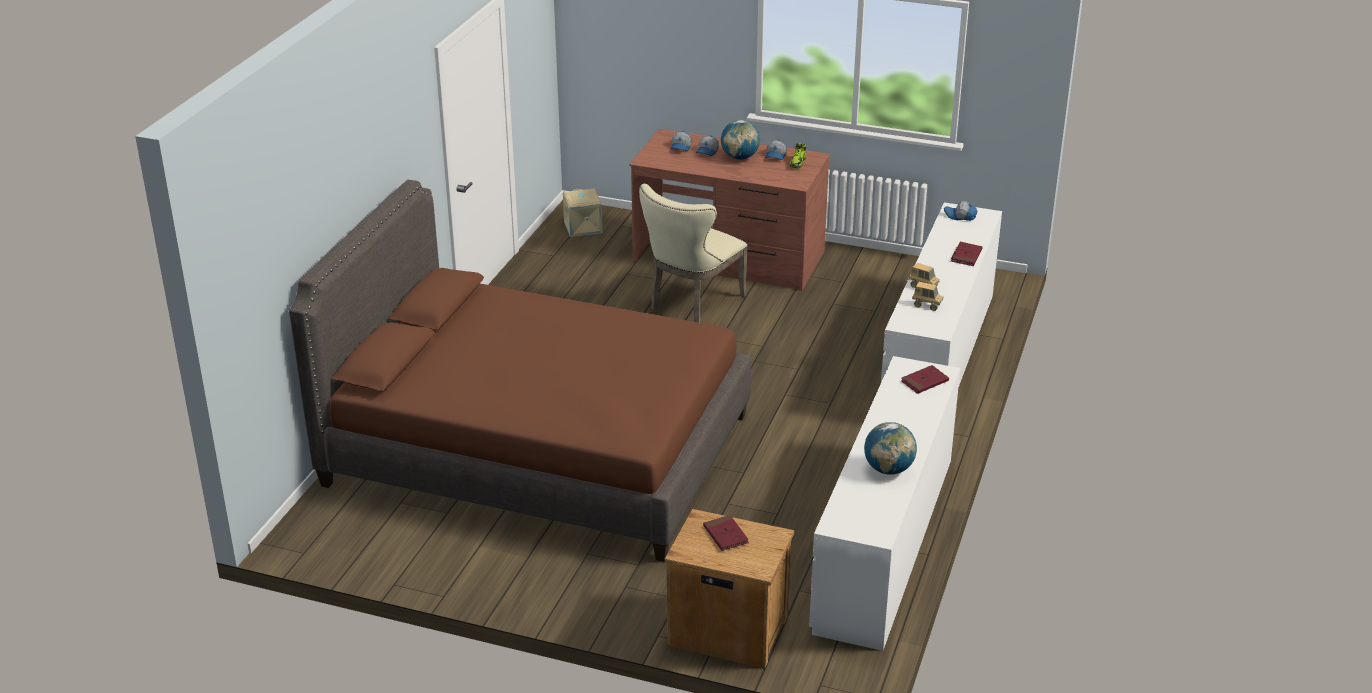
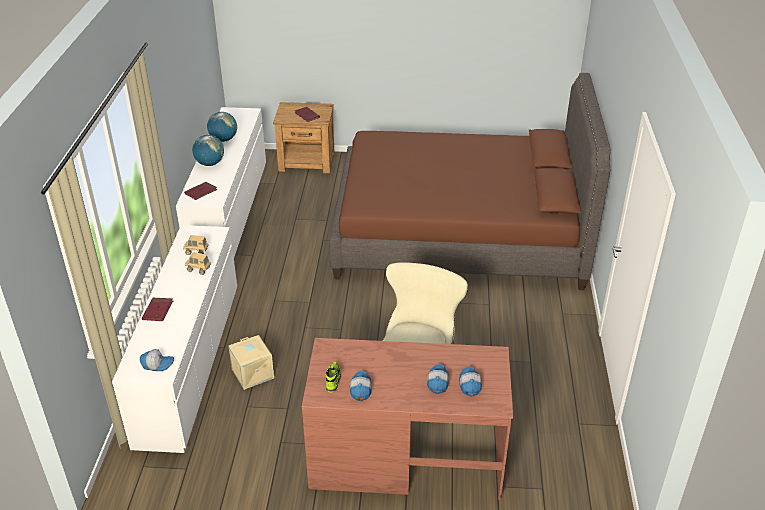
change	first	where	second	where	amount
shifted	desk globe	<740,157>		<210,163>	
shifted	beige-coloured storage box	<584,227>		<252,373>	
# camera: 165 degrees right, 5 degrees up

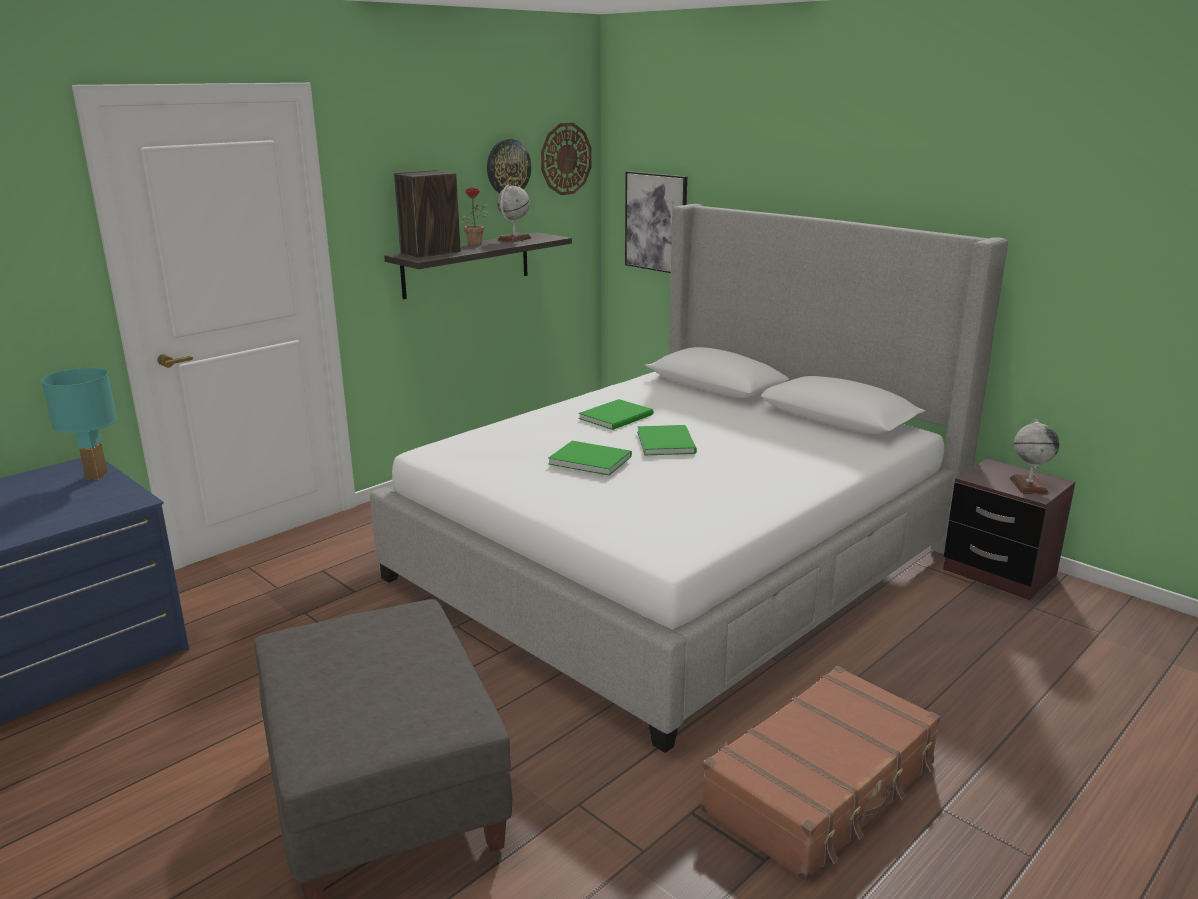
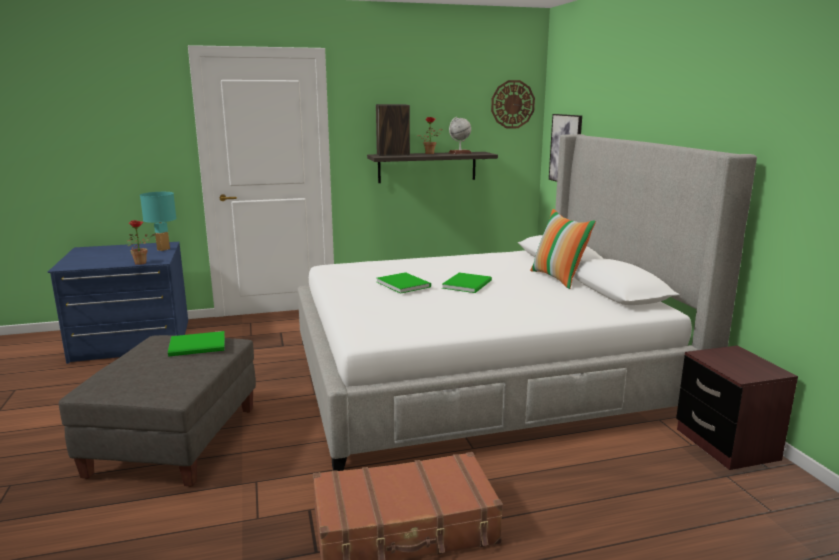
change	first	where	second	where	amount
gone	wall clock	<508,167>			
shifted	greenish bound book	<618,416>		<199,346>	
gone	desk globe	<1028,486>			
new			cushion	<558,278>	
new			houseplant	<143,262>	
# camera: 30 degrees right, 5 degrees down

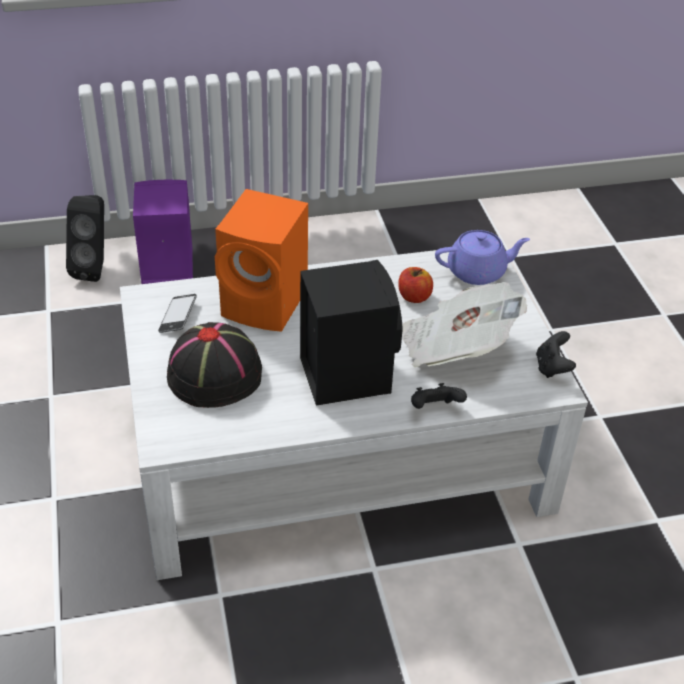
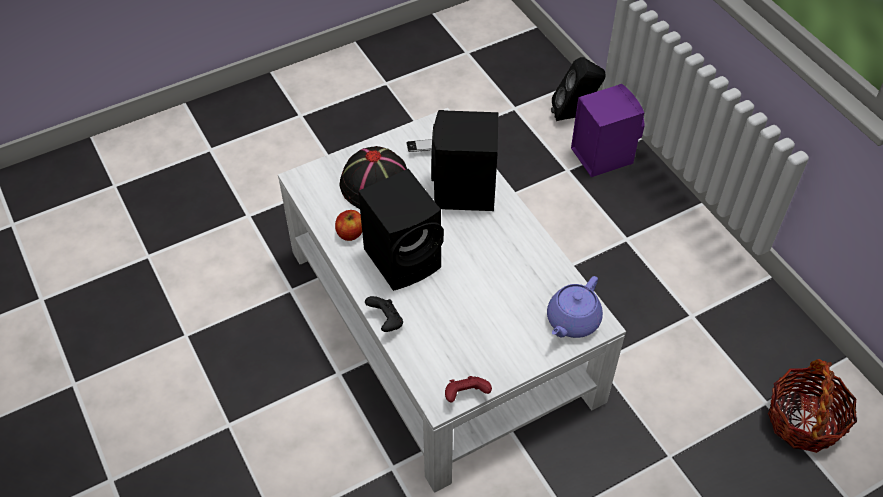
change	first	where	second	where	amount
repainted	orangey loudspeaker	<267,304>	blackish loudspeaker	<464,192>	
rotated	purple-coloured pot for tea	<478,272>		<572,321>	60 degrees clockwise
shifted	apple	<414,297>		<350,233>	
gone	newspaper	<455,347>			
repainted	blackish game controller	<552,367>	reddish game controller	<466,395>	
new			basket	<803,420>	
# camera: 75 degrees right, 10 degrees up

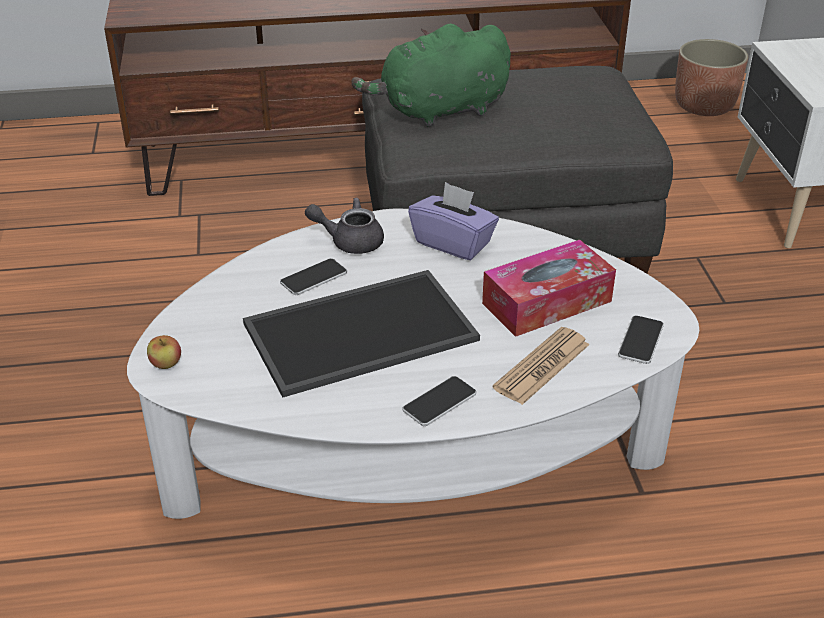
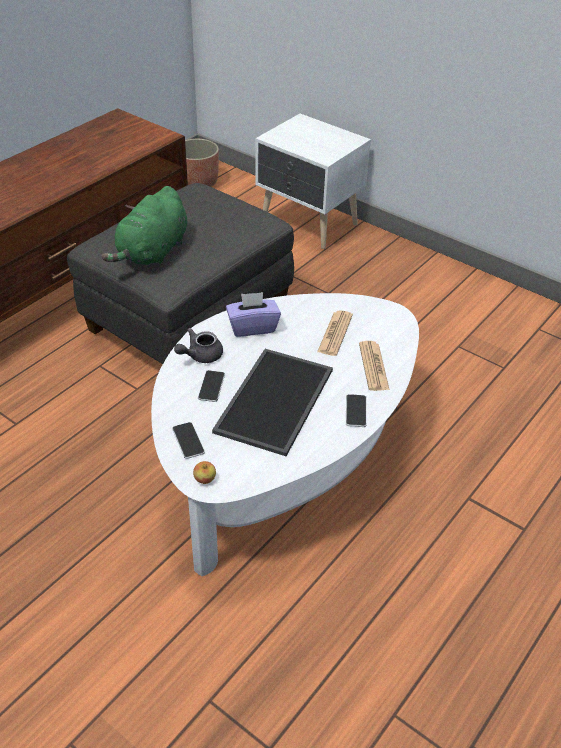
change	first	where	second	where	amount
swapped	tissue box	<547,302>	newspaper	<335,333>	
shifted	telephone	<640,341>		<188,441>	
# camera: 45 degrees left, 5 degrees up

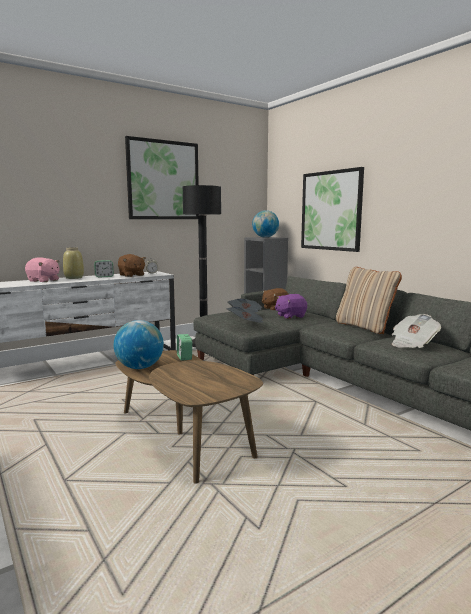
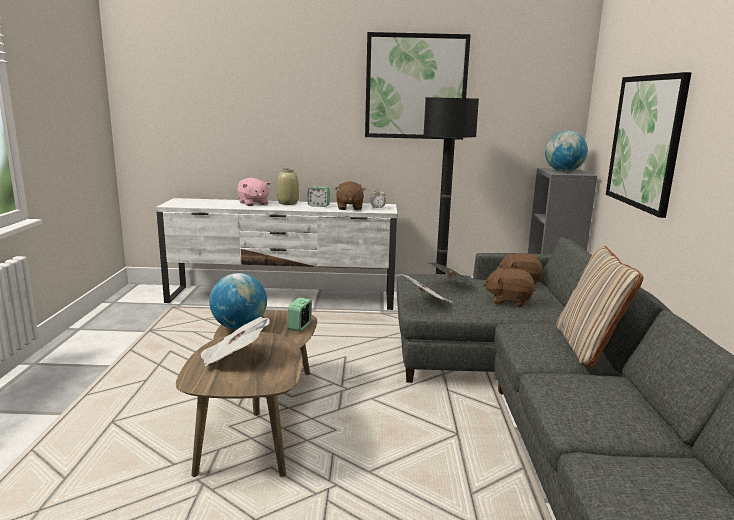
change	first	where	second	where	amount
repainted	purple-coloured soft toy	<290,316>	brownish soft toy	<508,301>	
shifted	newspaper	<412,343>		<233,358>	
# camera: 35 degrees right, 5 degrees up

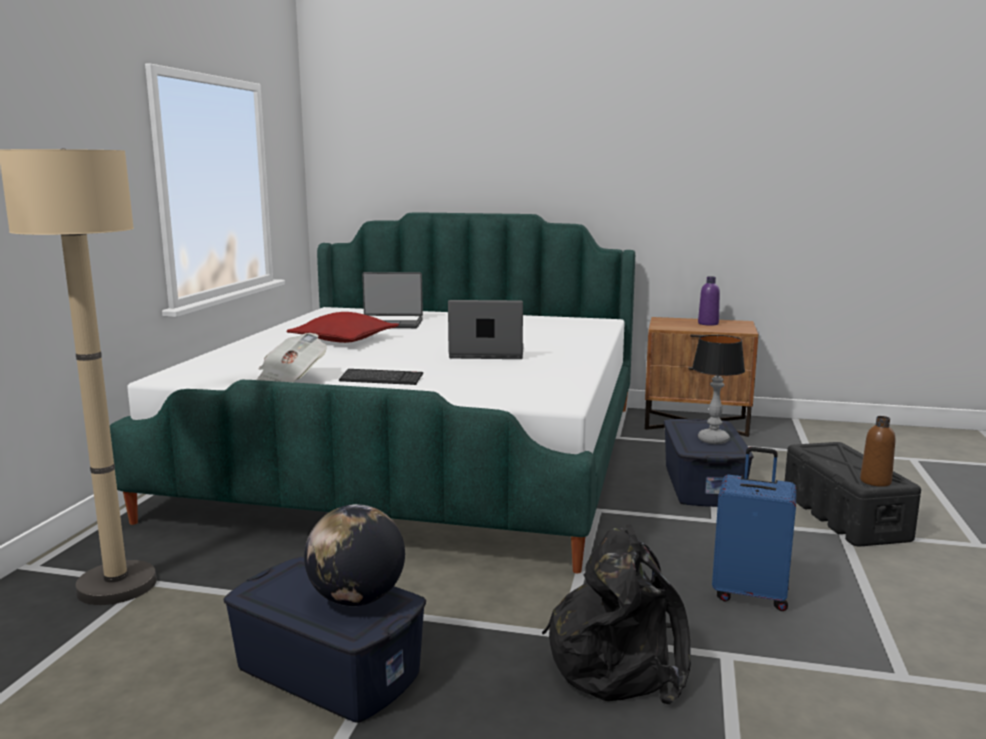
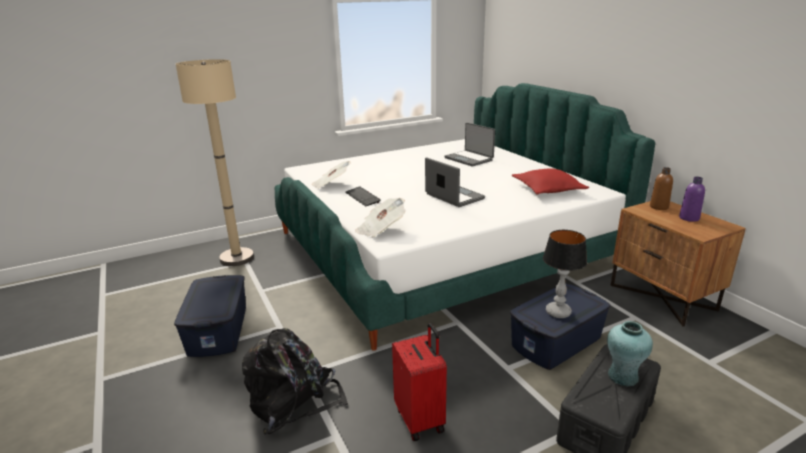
change	first	where	second	where	amount
shifted	reddish cushion	<344,340>		<548,189>	
shifted	brownish drink bottle	<875,481>		<659,207>	
repainted	blue suitcase	<750,594>	reddish suitcase	<421,419>	
gone	desk globe	<356,599>			
new			newspaper	<380,230>	
new			turquoise-coloured decorative vase	<622,376>	
# camera: 50 degrees right, 10 degrees up

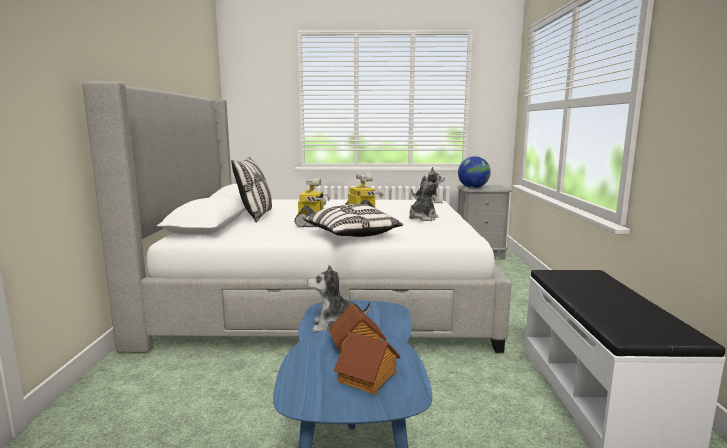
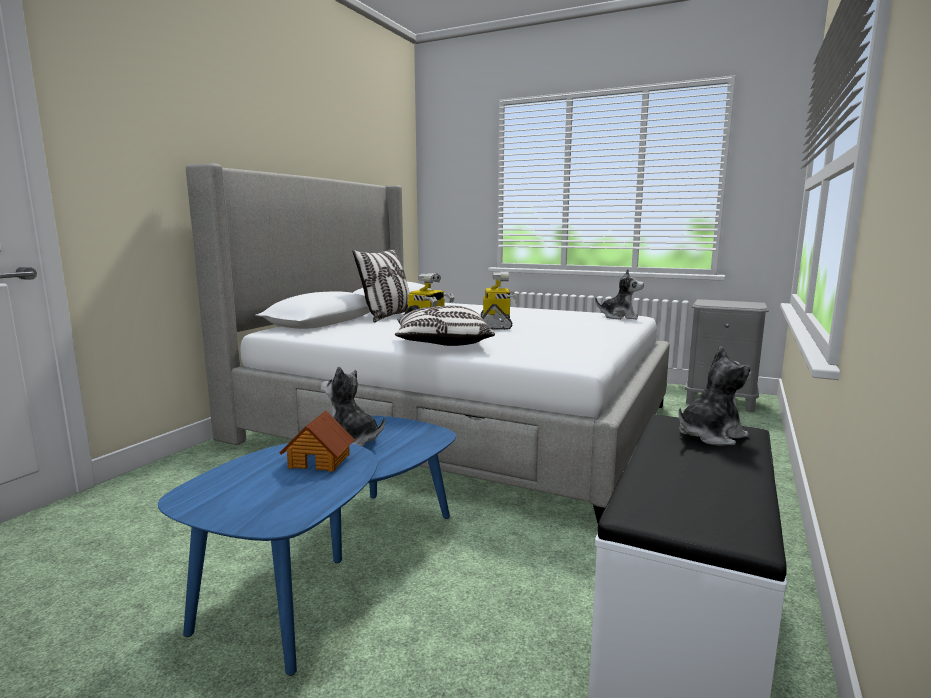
change	first	where	second	where	amount
gone	desk globe	<473,188>			
shifted	soft toy	<422,218>		<710,435>	
gone	toy house	<368,377>			
# camera: 25 degrees right, 0 degrees up

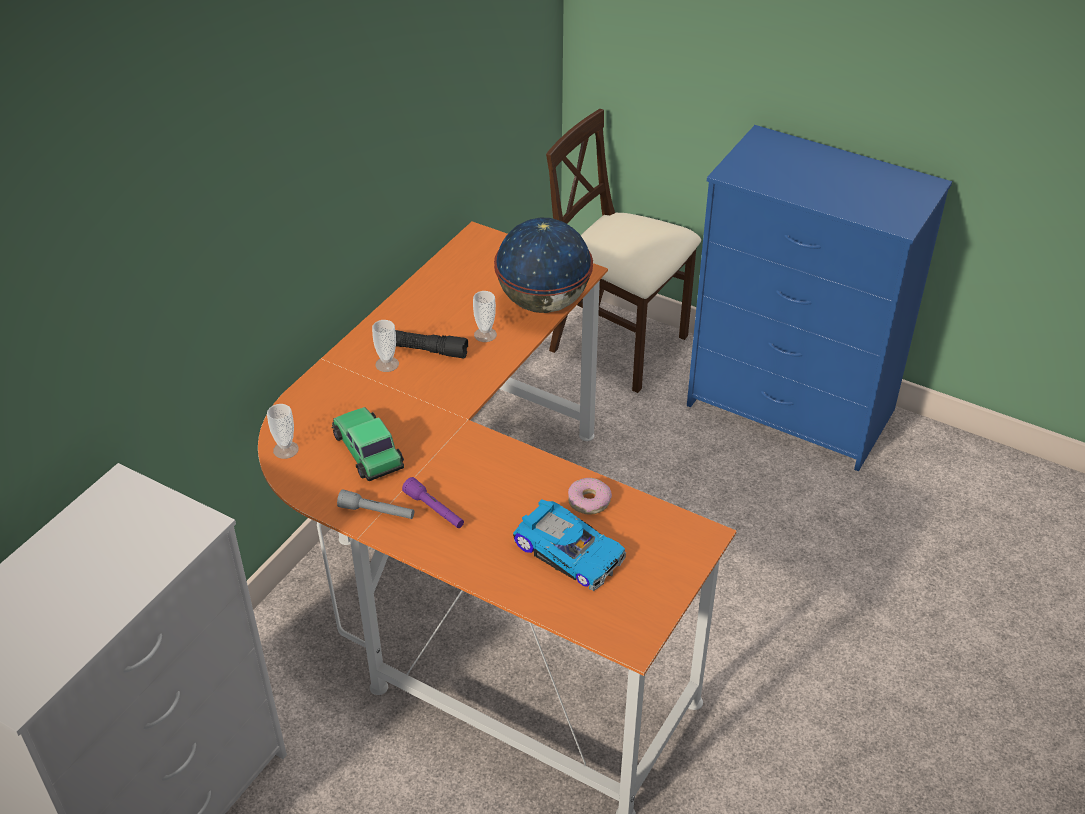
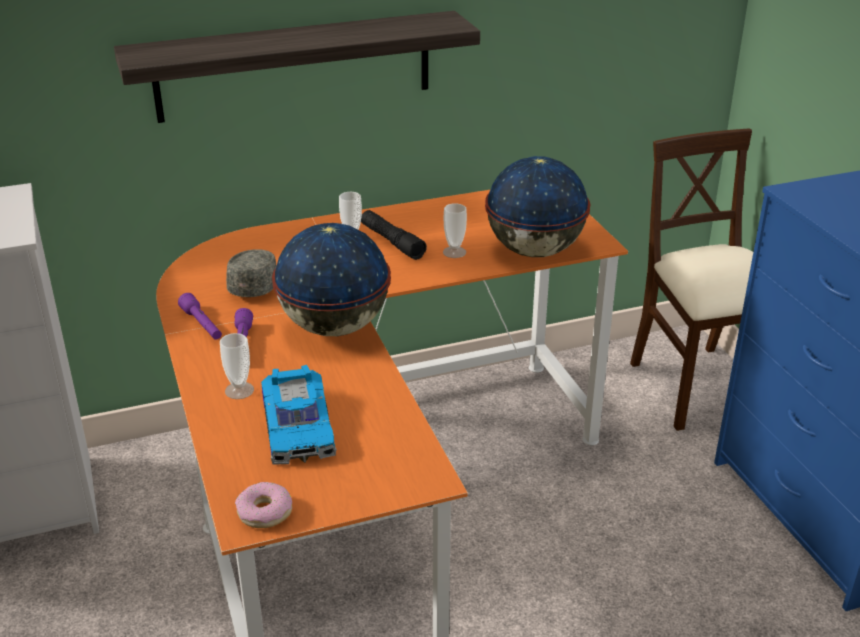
change	first	where	second	where	amount
shifted	cup	<286,450>		<239,390>	
swapped	miniature car	<367,450>	greyish cap	<256,284>	
shifted	donut	<589,501>		<264,512>	
repainted	greyish torch	<377,512>	purple-coloured torch	<202,325>	
new			bracket shelf	<294,66>	
new			desk globe	<333,327>	
# camera: 40 degrees right, 10 degrees down

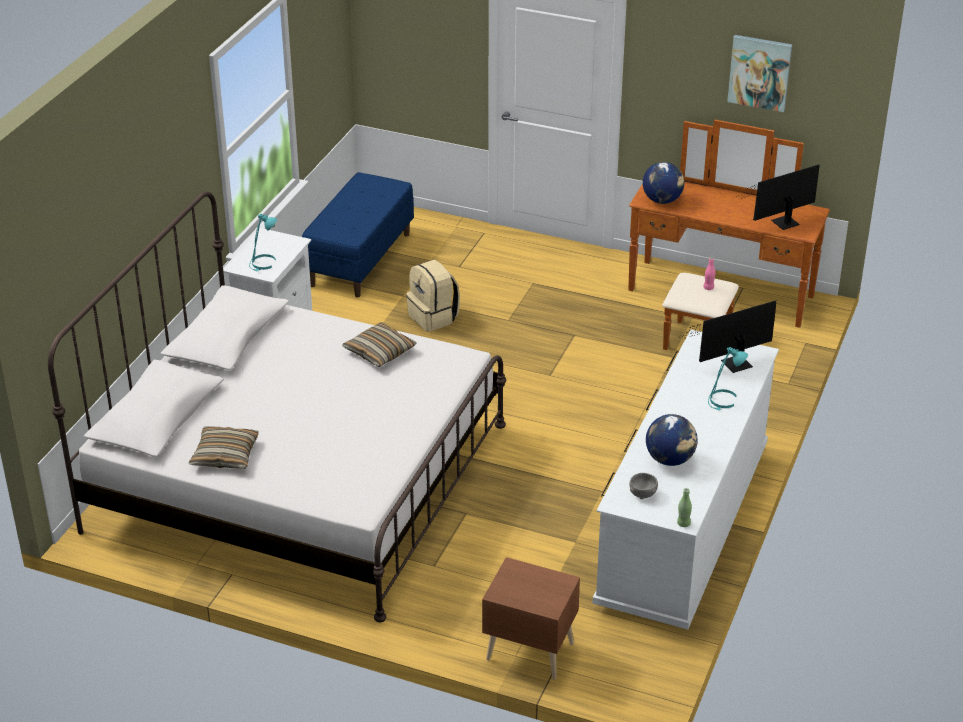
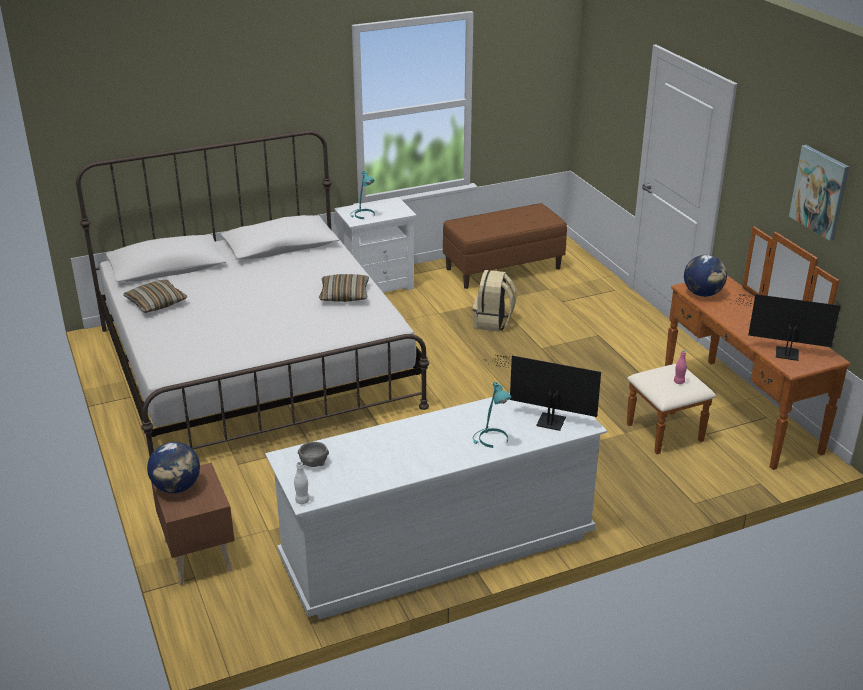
change	first	where	second	where	amount
repainted	blue long seat	<360,259>	brownish long seat	<503,268>	
shifted	desk globe	<670,459>		<177,487>	
repainted	greenish drink bottle	<683,523>	whitish drink bottle	<302,500>	
# camera: 45 degrees right, 5 degrees down

